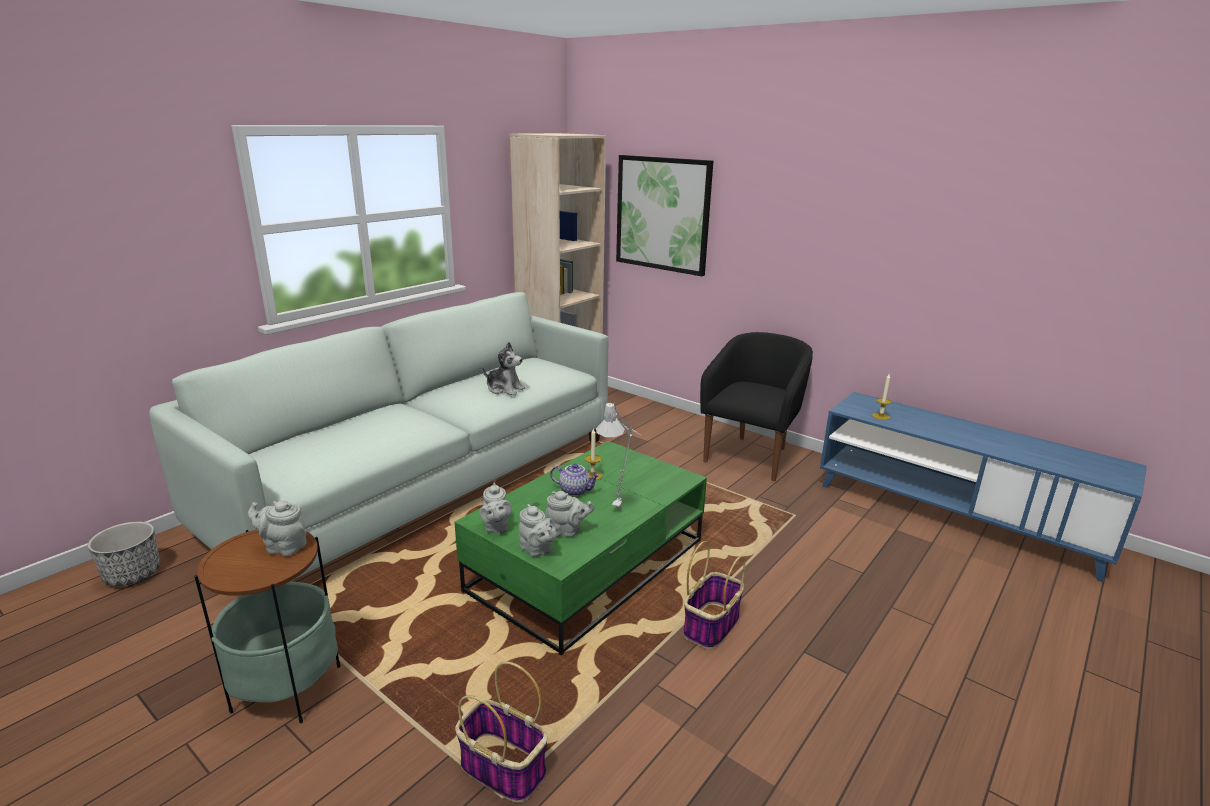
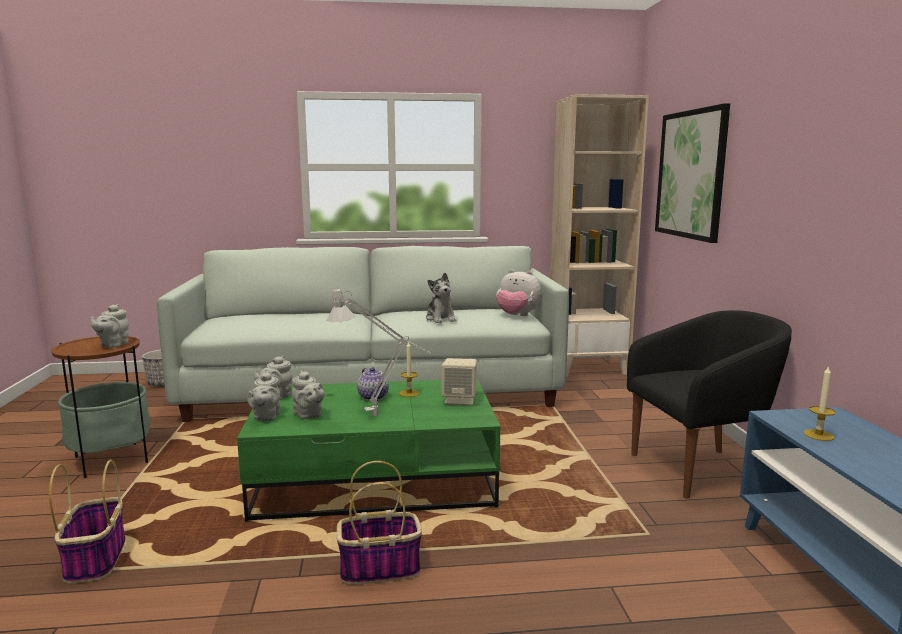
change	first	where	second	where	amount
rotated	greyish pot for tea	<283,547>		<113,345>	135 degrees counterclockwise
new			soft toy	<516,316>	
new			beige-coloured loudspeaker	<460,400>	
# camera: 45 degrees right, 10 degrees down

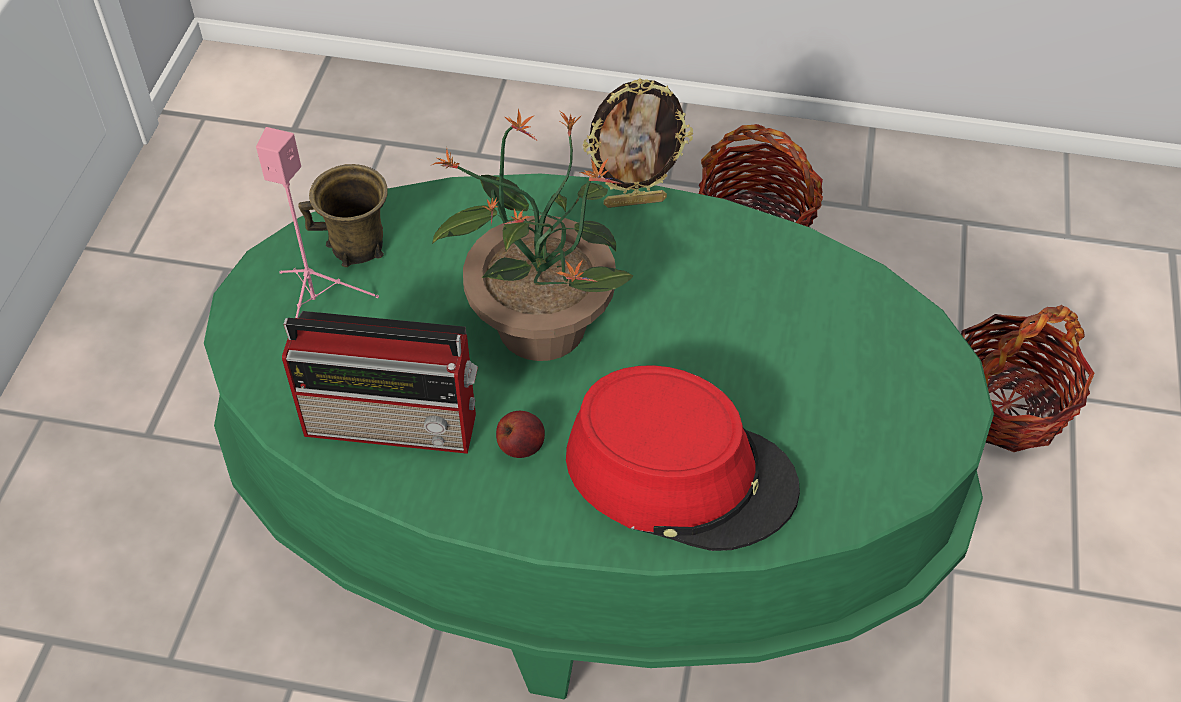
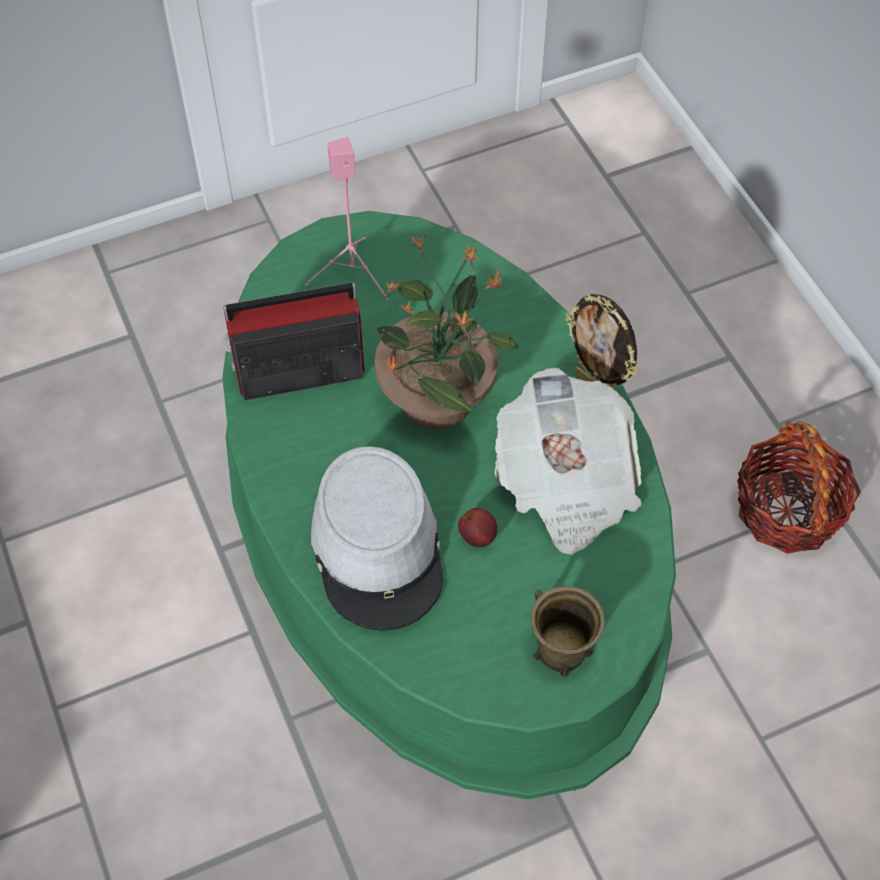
change	first	where	second	where	amount
shifted	brownish tea mug	<357,246>		<561,651>	
gone	basket	<1007,405>			
rotated	radio receiver	<395,423>		<296,372>	105 degrees clockwise
repainted	reddish wearable hat	<680,472>	greyish wearable hat	<378,548>	
shifted	apple	<521,447>		<478,536>	
new			newspaper	<566,484>	
# camera: 55 degrees right, 5 degrees up

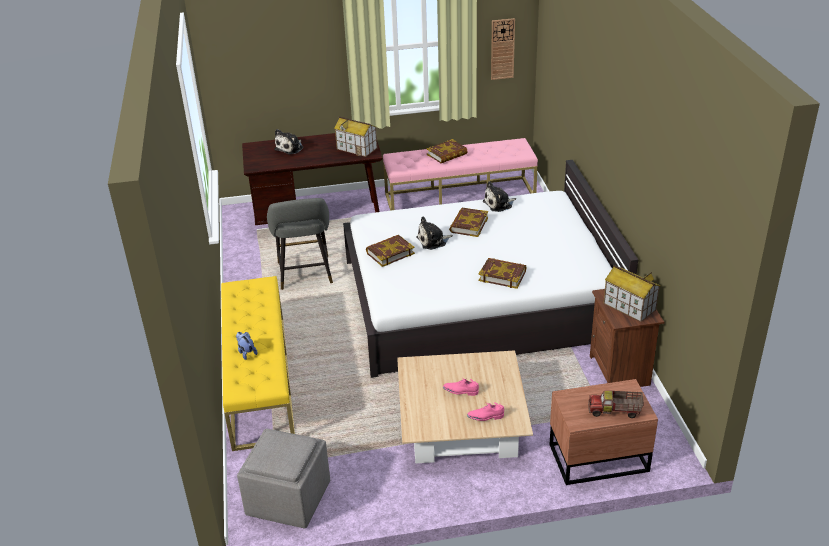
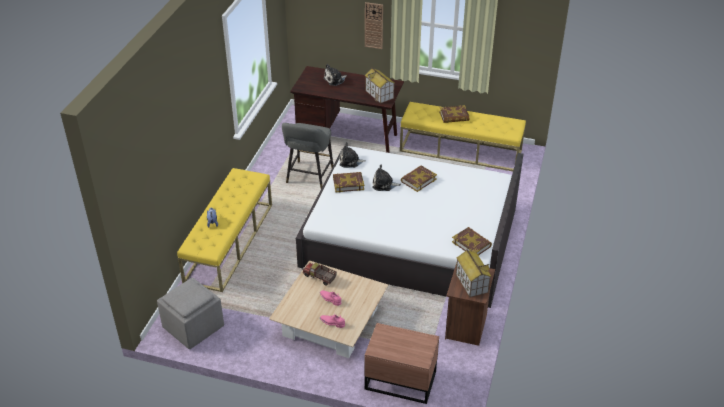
change	first	where	second	where	amount
shifted	wall clock	<502,49>		<374,25>	
repainted	pink long seat	<460,196>	yellowish long seat	<461,151>	
shifted	soft toy	<499,204>		<350,161>	
shifted	bound book	<502,276>		<471,244>	
shifted	toy lorry	<614,411>		<319,278>	
# camera: 25 degrees right, 5 degrees up

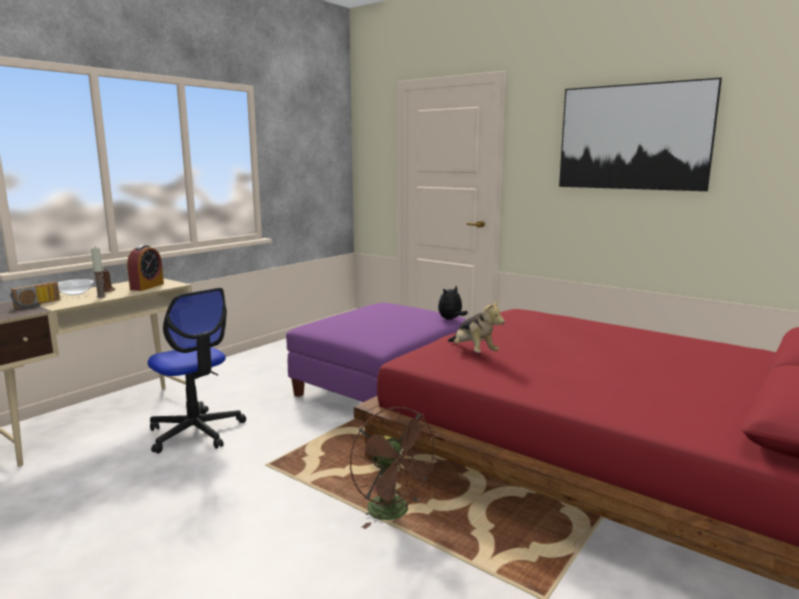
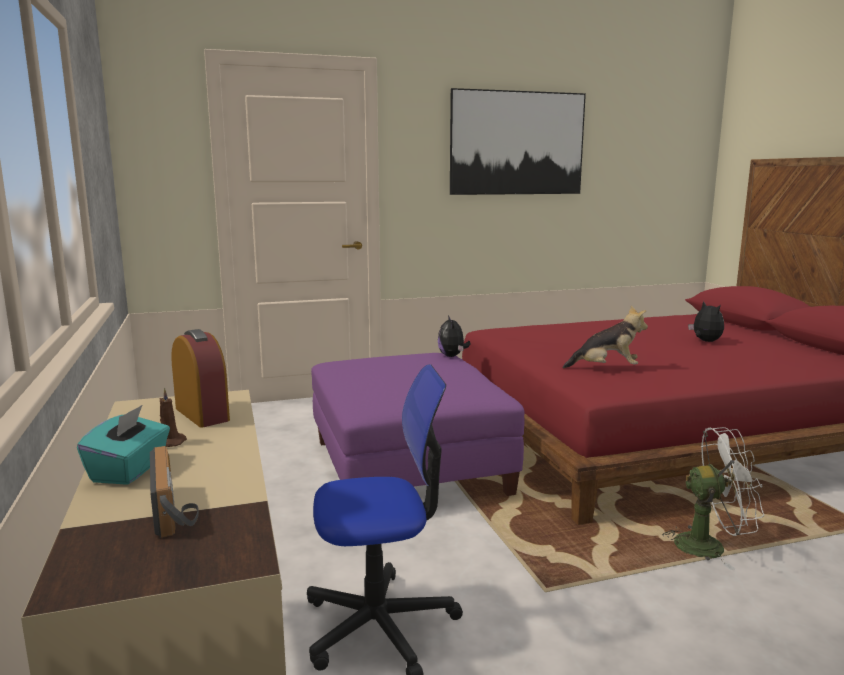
change	first	where	second	where	amount
gone	candle	<101,297>			
swapped	bowl	<75,293>	turquoise-coloured tissue box	<130,470>	
repainted	brownish fan	<394,513>	whitish fan	<709,546>	
new			soft toy	<705,341>	
# camera: 55 degrees left, 0 degrees up

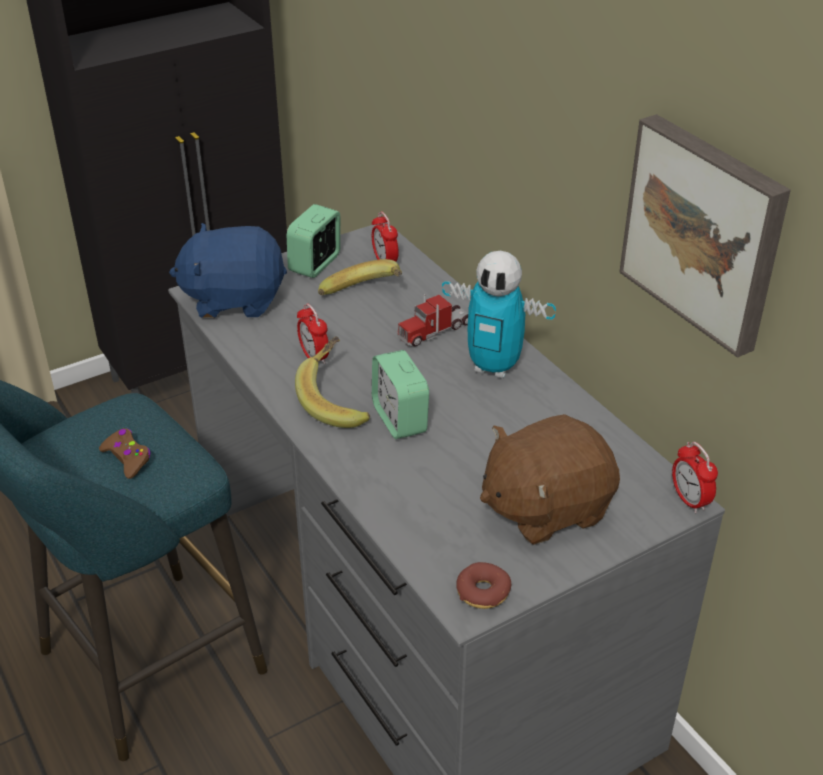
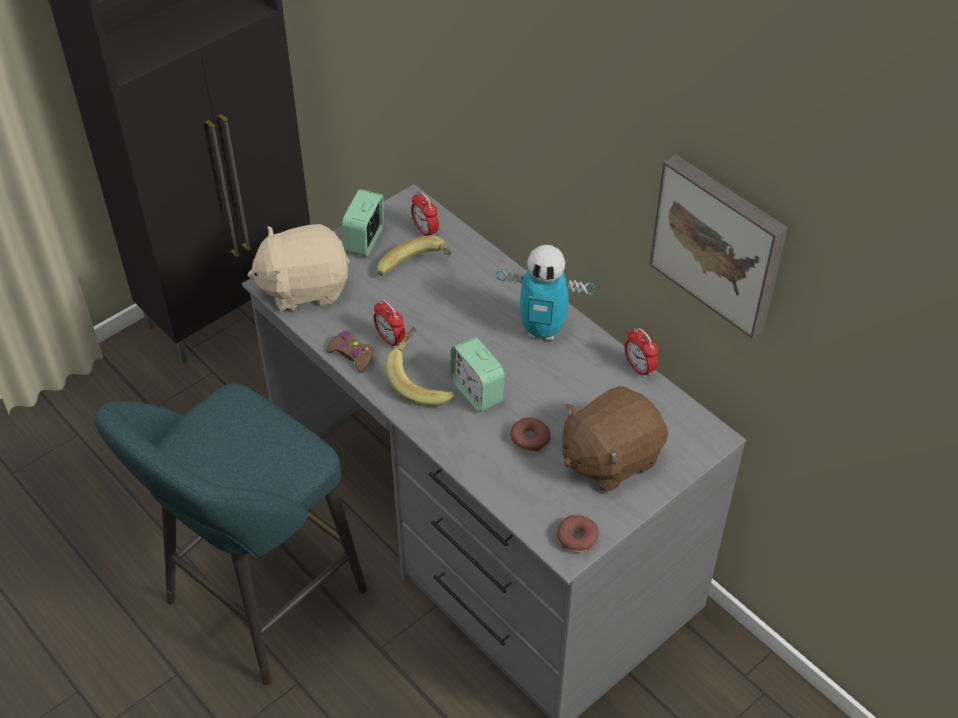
change	first	where	second	where	amount
repainted	blue soft toy	<234,299>	beige-coloured soft toy	<304,287>	
gone	toy lorry	<435,330>			
shifted	brownish game controller	<127,458>		<352,355>	
shifted	alarm clock	<689,500>		<639,368>	
new			donut	<529,439>	
# camera: 10 degrees left, 10 degrees up

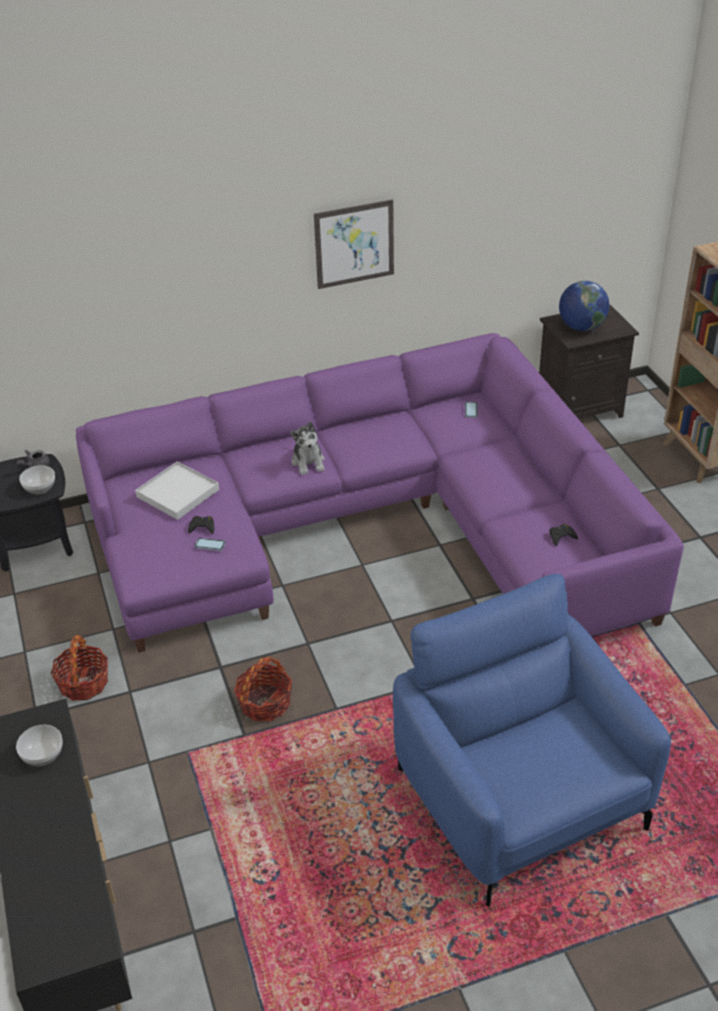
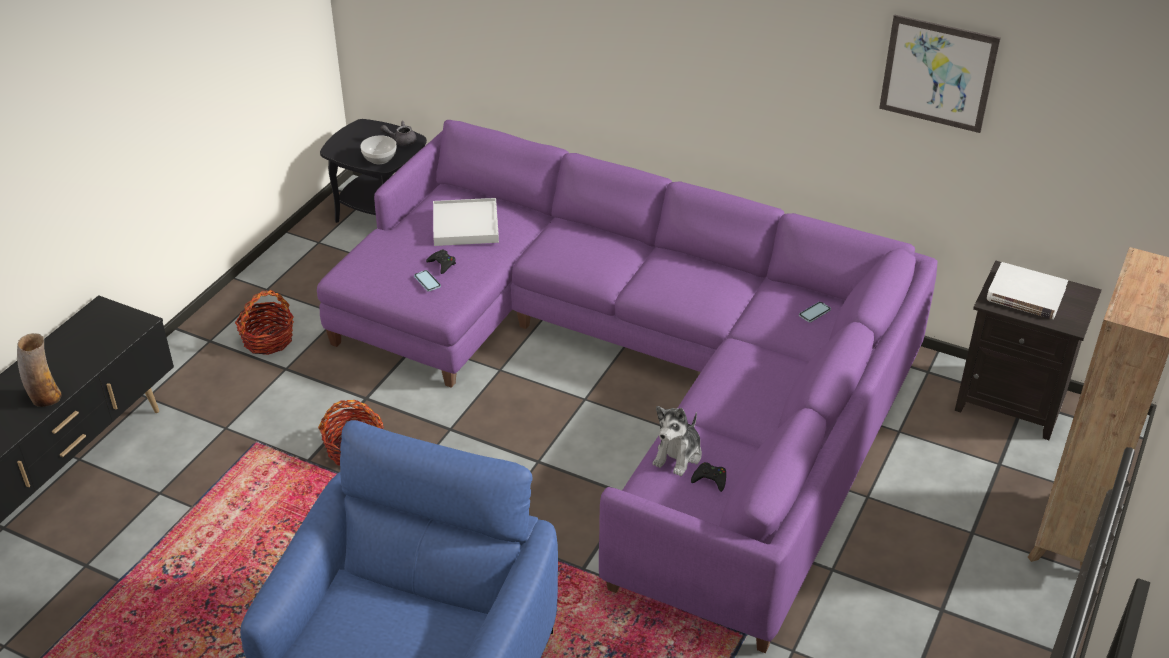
change	first	where	second	where	amount
shifted	picture	<354,244>		<938,73>	
swapped	desk globe	<581,327>	whitish bound book	<1025,295>	
shifted	soft toy	<308,462>		<678,455>	
gone	bowl	<42,755>			
new			decorative vase	<45,397>	
# camera: 45 degrees right, 0 degrees up

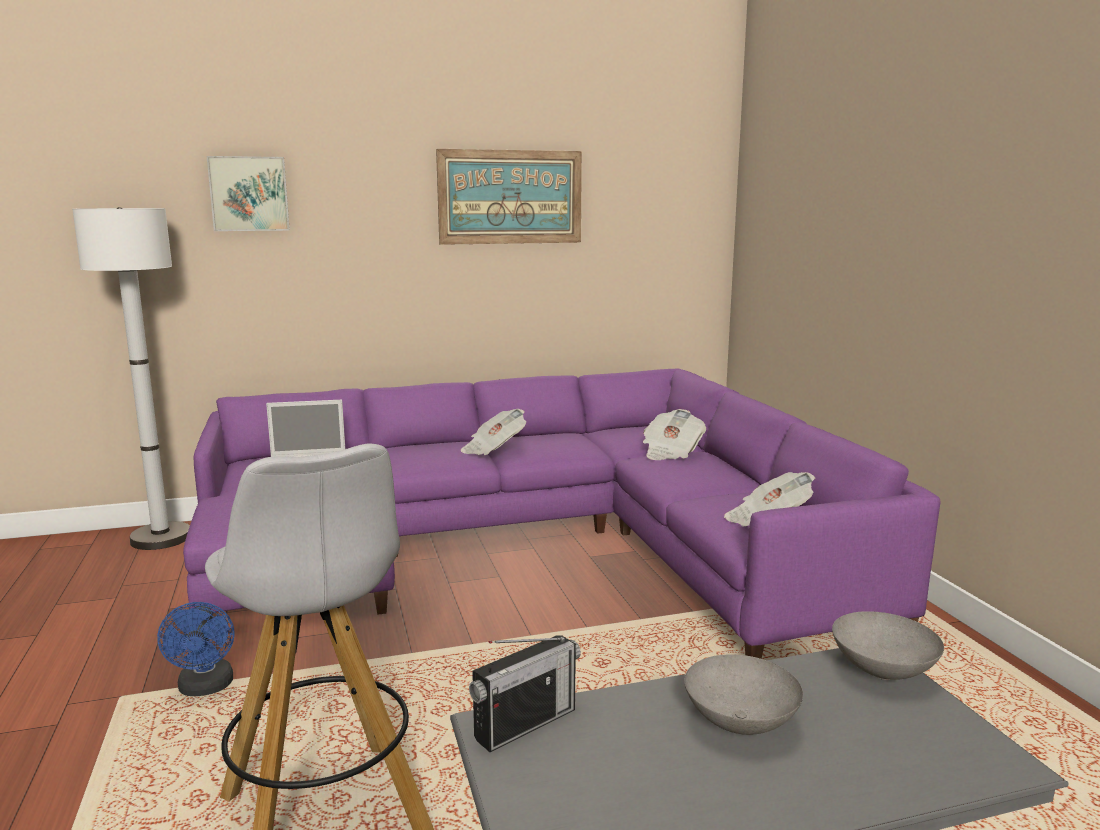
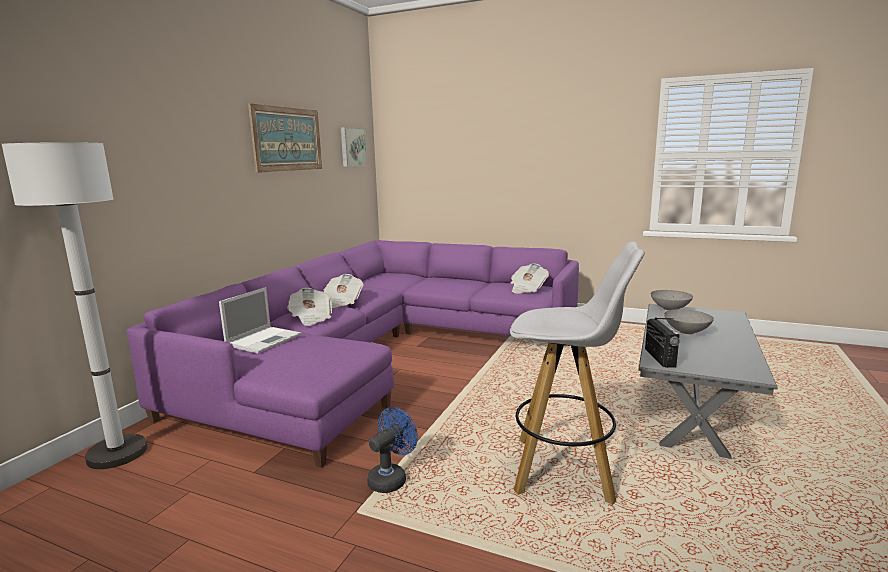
change	first	where	second	where	amount
shifted	picture	<249,194>		<352,147>	
shifted	newspaper	<670,452>		<311,318>	
rotated	blue fan	<205,688>		<391,478>	75 degrees counterclockwise
# camera: 50 degrees left, 0 degrees up

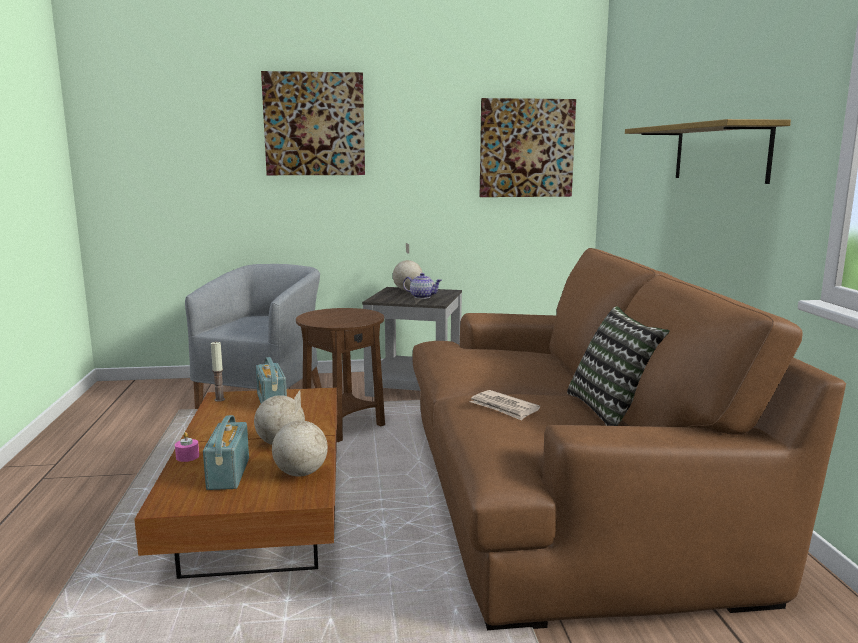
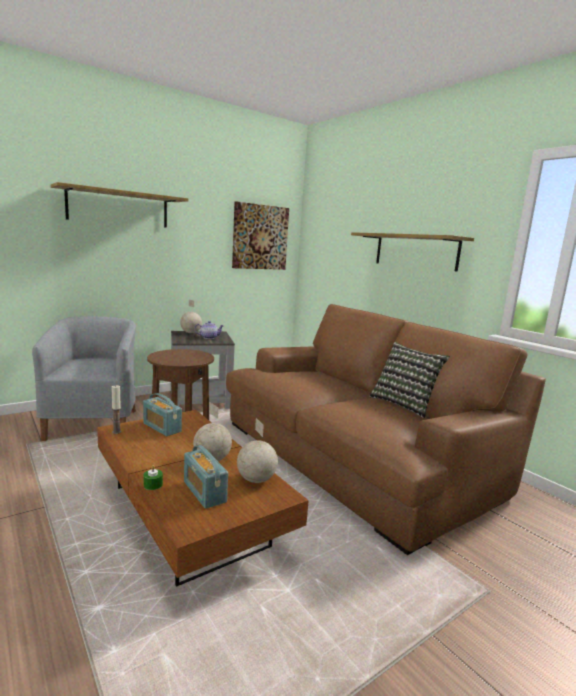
change	first	where	second	where	amount
swapped	picture	<314,124>	bracket shelf	<119,208>	
gone	newspaper	<504,408>			
repainted	pink candle	<187,457>	greenish candle	<153,485>	
# camera: 30 degrees left, 0 degrees up

